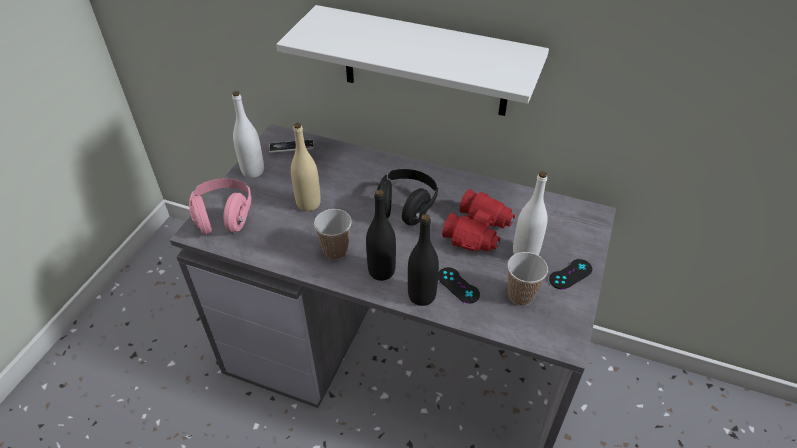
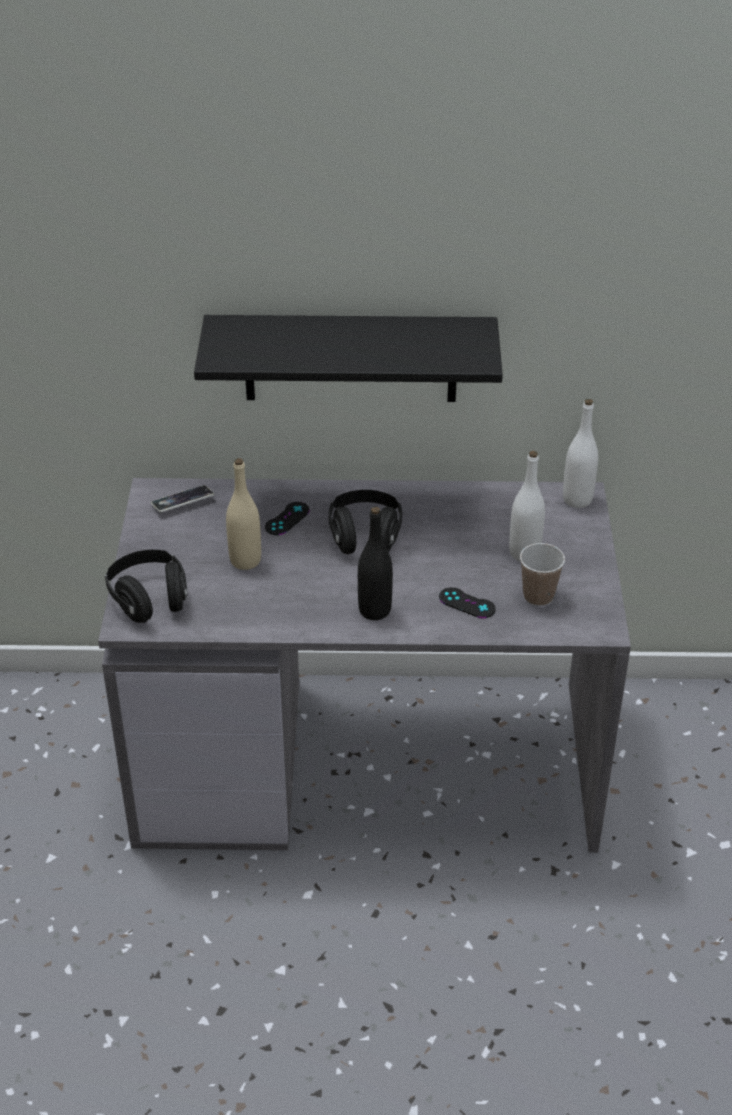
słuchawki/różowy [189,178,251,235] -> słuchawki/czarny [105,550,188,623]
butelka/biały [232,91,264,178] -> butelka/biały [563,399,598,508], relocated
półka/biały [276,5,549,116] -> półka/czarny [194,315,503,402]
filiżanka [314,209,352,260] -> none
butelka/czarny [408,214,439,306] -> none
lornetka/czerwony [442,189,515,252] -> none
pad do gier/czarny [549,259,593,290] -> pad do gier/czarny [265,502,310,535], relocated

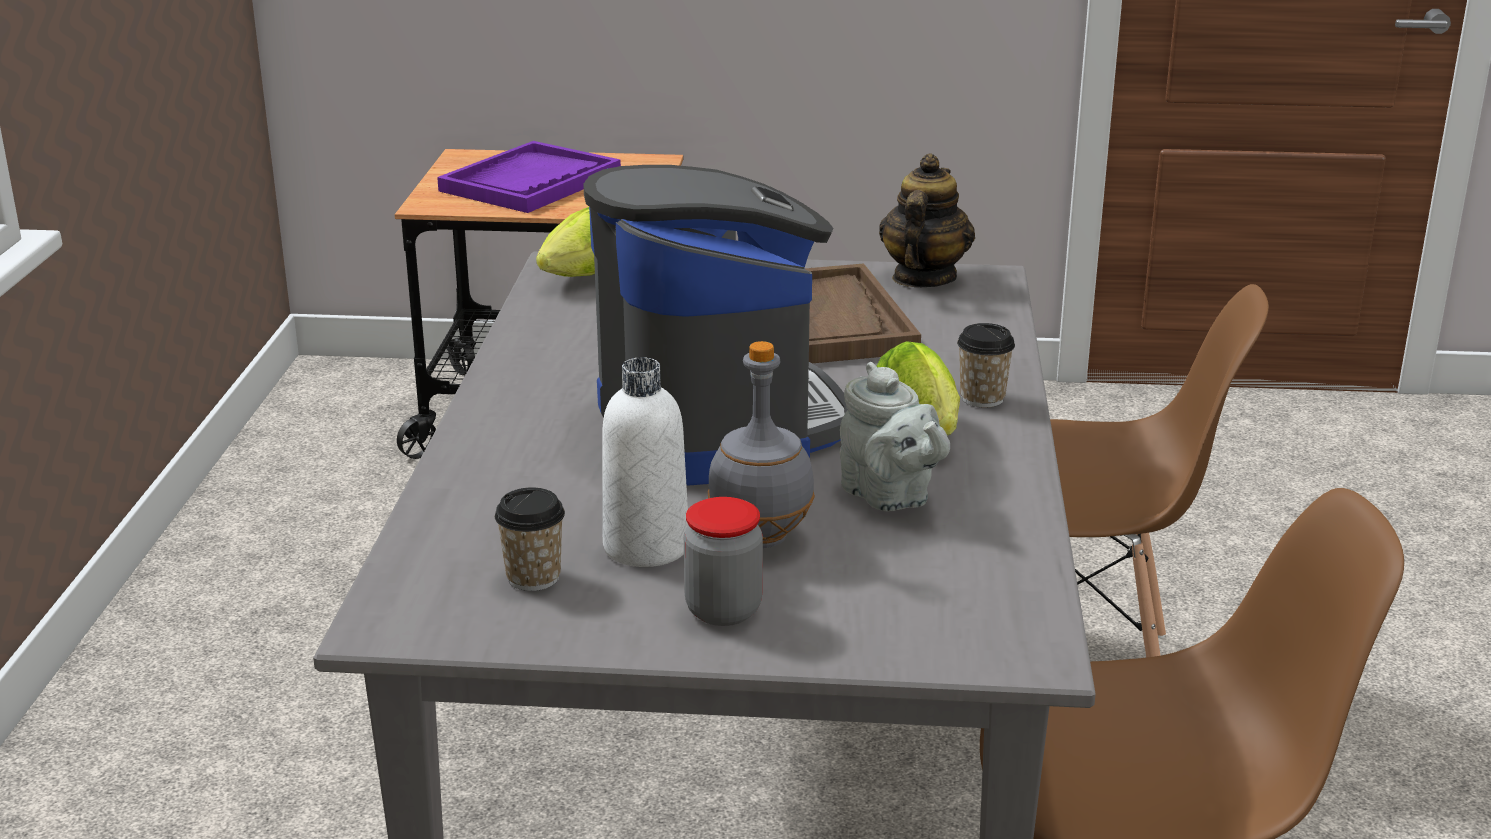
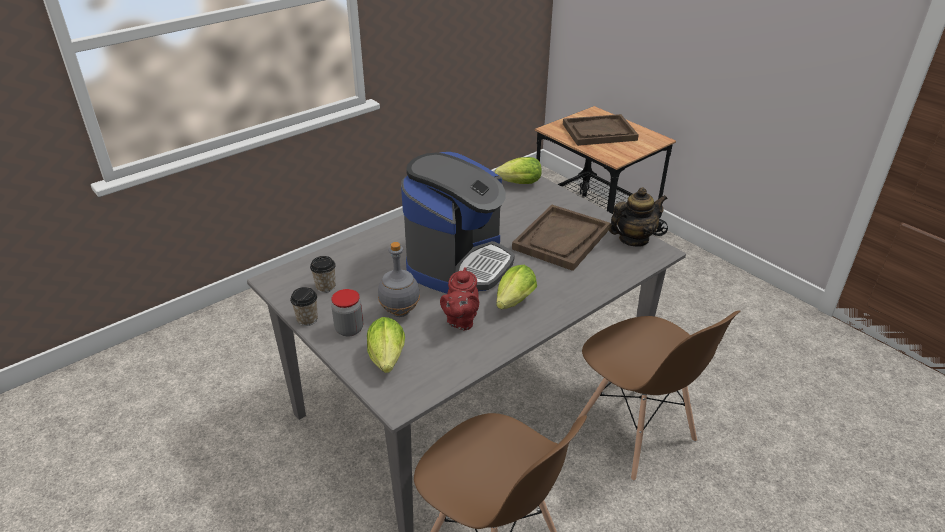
taca/fioletowy [437,141,621,213] -> taca/brązowy [563,114,639,146]
butelka/biały [602,357,688,567] -> none
imbryk/szary [840,362,950,511] -> imbryk/czerwony [440,267,479,330]
filiżanka [957,323,1015,408] -> filiżanka [290,287,318,326], relocated
none -> sałata [367,317,405,373]

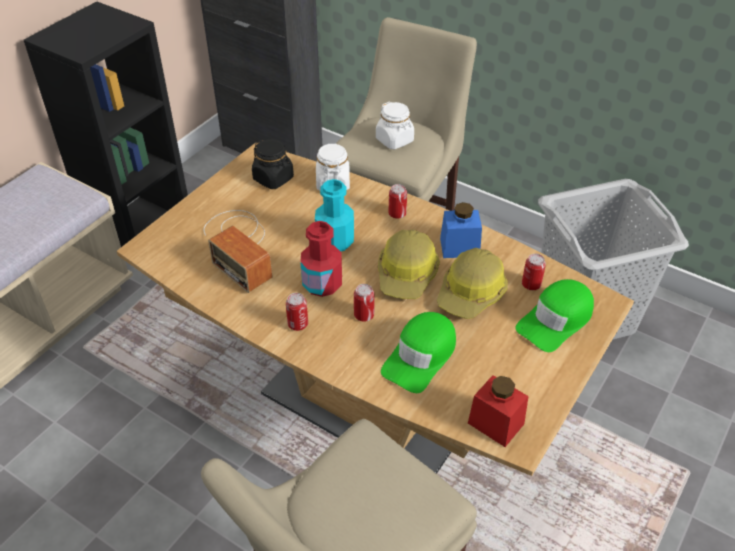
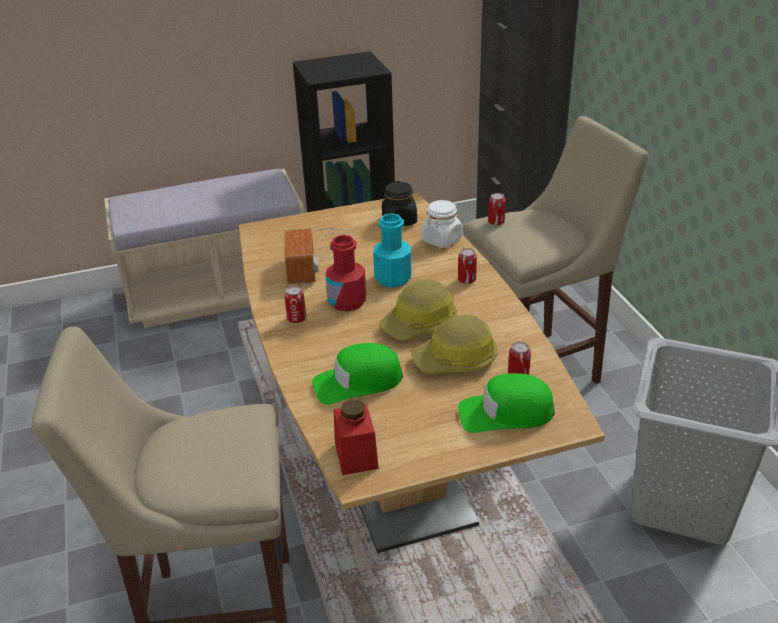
puszka [354,284,374,322] -> puszka [488,193,506,226], relocated
słoik/biały [376,102,414,149] -> none
słoik/niebieski [440,202,482,258] -> none

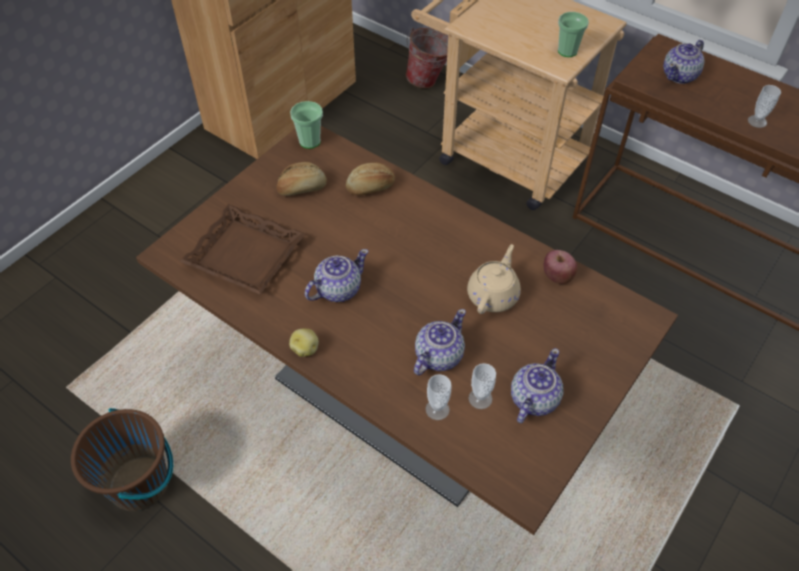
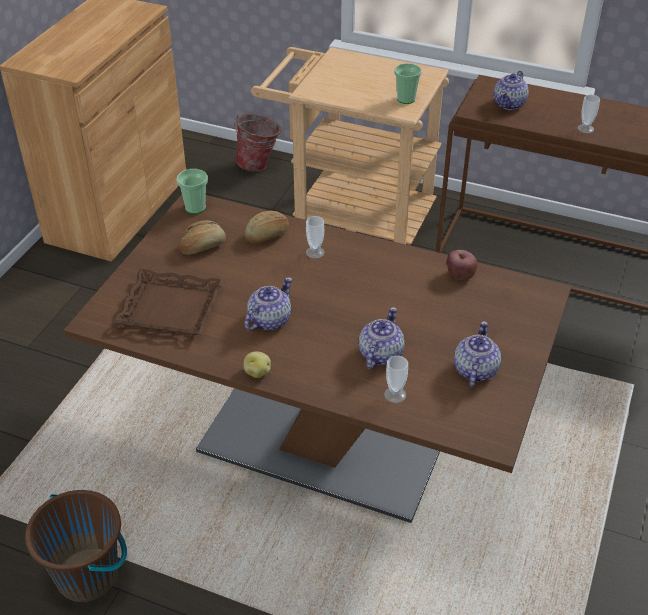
imbryk/beżowy [467,244,521,314] -> none
filiżanka [469,363,496,409] -> filiżanka [306,216,325,259], relocated

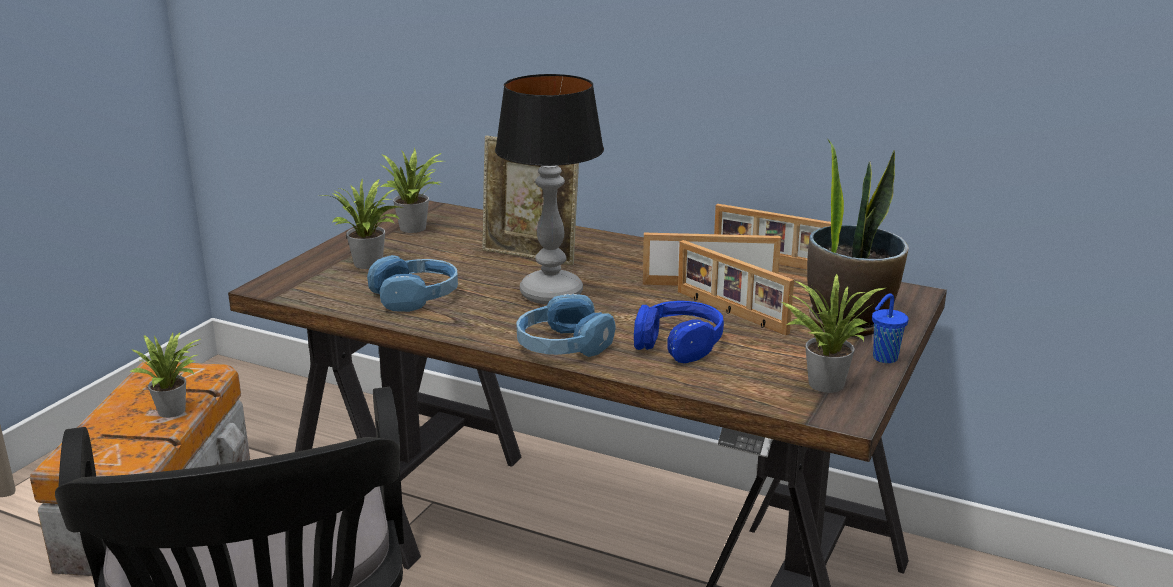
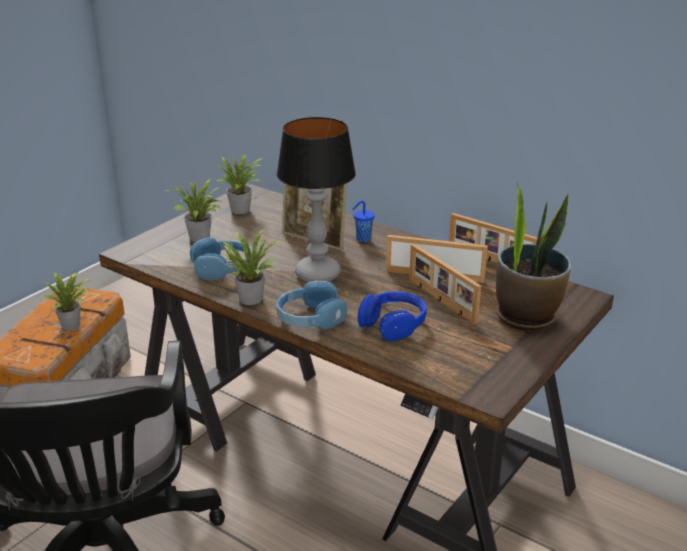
roślina doniczkowa [782,274,885,393] -> roślina doniczkowa [221,229,283,305], relocated
filiżanka/niebieski [872,293,908,363] -> filiżanka/niebieski [352,201,375,242], relocated

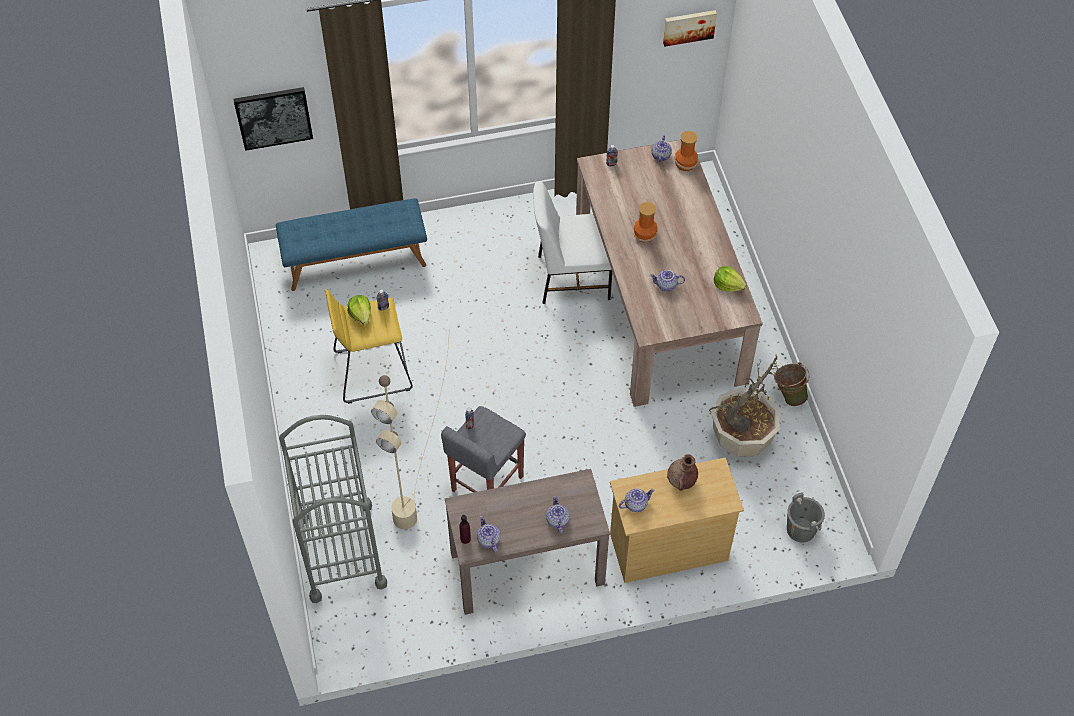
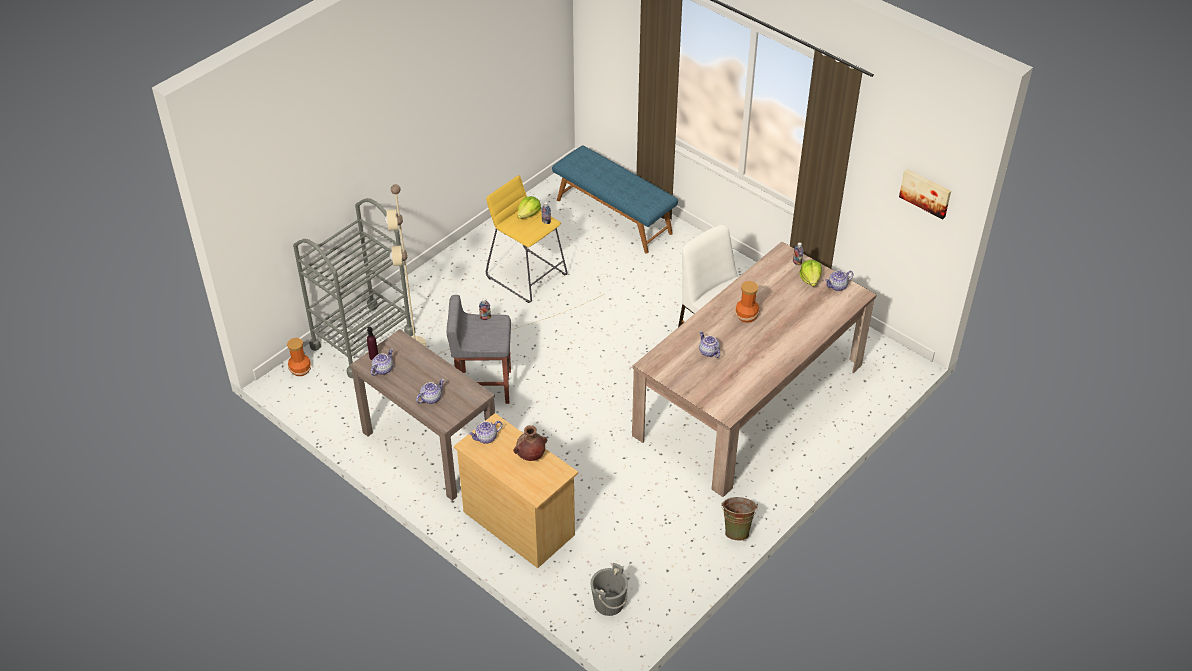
obraz [233,87,313,151] -> none
imbryk [619,488,655,512] -> imbryk [469,421,503,444], 120 degrees clockwise
wazon [674,131,698,171] -> wazon [287,338,311,376], relocated
roślina doniczkowa [709,355,787,457] -> none
sałata [714,266,747,292] -> sałata [799,260,822,286], relocated

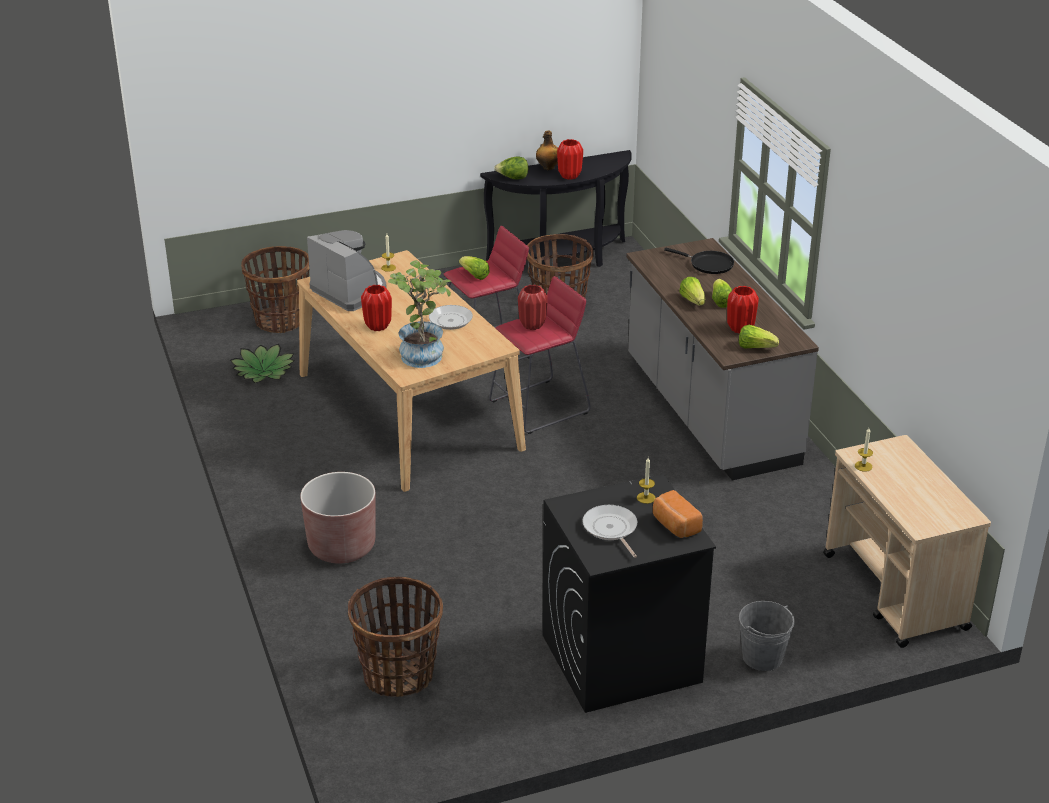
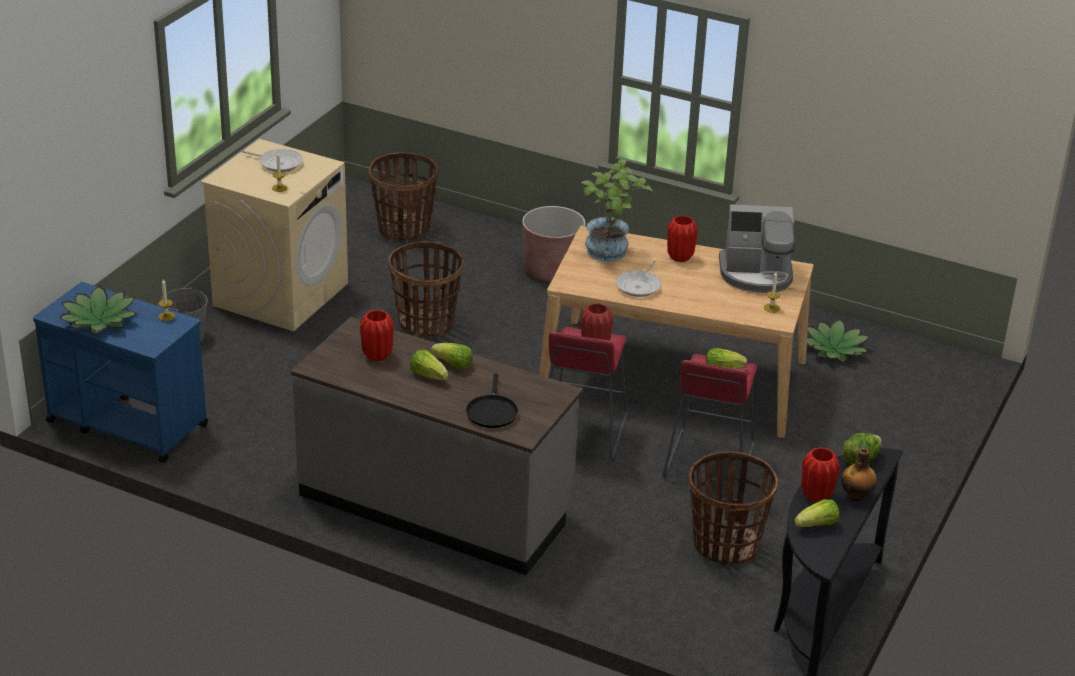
koszyk [241,246,309,333] -> koszyk [389,241,464,338], relocated
pralka/czarny [542,474,716,713] -> pralka/beżowy [201,139,348,331]
chleb [653,490,703,538] -> none
patelnia/czarny [664,248,734,274] -> patelnia/czarny [466,373,518,428], 75 degrees counterclockwise
sałata [739,325,779,348] -> sałata [794,499,839,527], relocated
wózek/beżowy [823,435,991,648] -> wózek/niebieski [33,282,208,463]
none -> roślina doniczkowa [59,286,136,335]

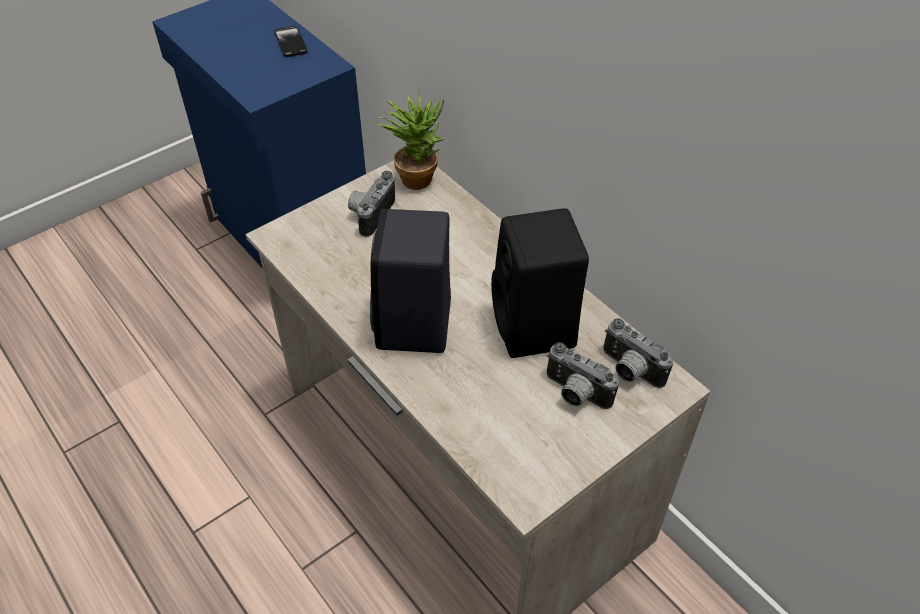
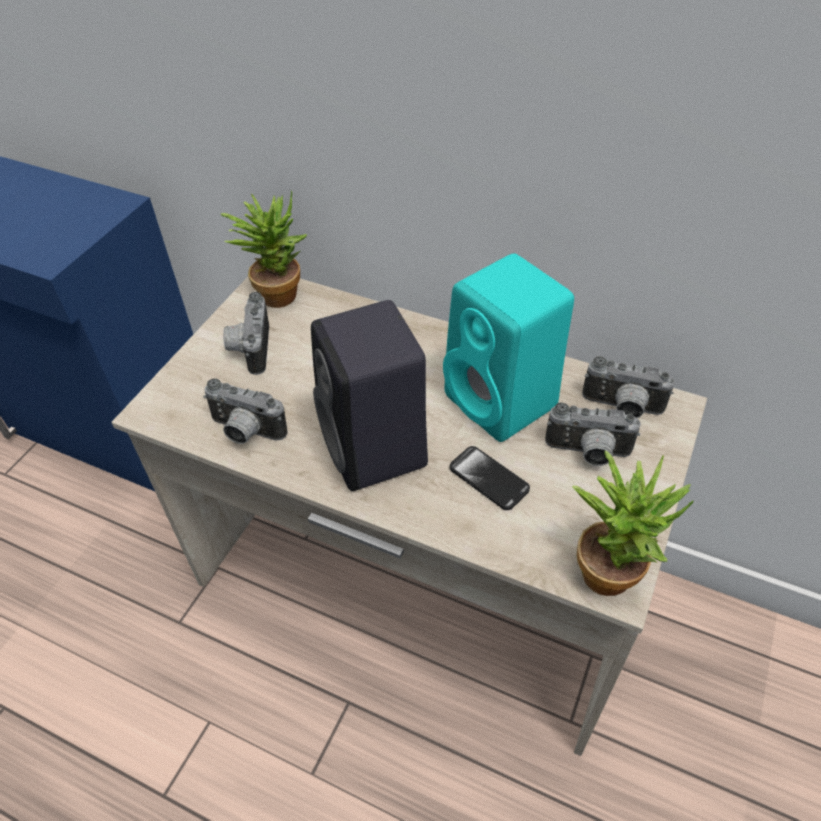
telefon [274,26,308,57] -> telefon [450,446,530,510], relocated
głośnik/czarny [491,208,589,358] -> głośnik/turkusowy [443,253,574,442]
none -> aparat fotograficzny [203,378,288,444]
none -> roślina doniczkowa [572,451,694,596]

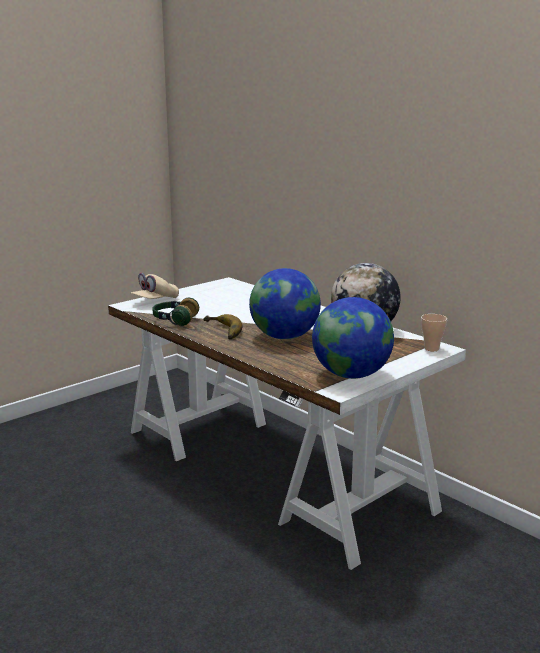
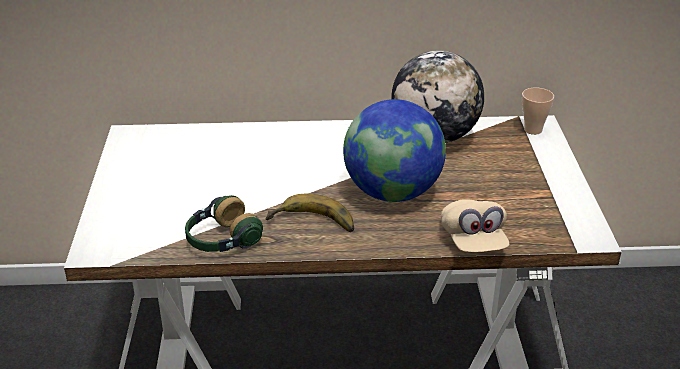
czapka z daszkiem/beżowy [131,273,179,299] -> czapka z daszkiem/beżowy [441,199,509,252], relocated
globus [312,297,394,379] -> none

